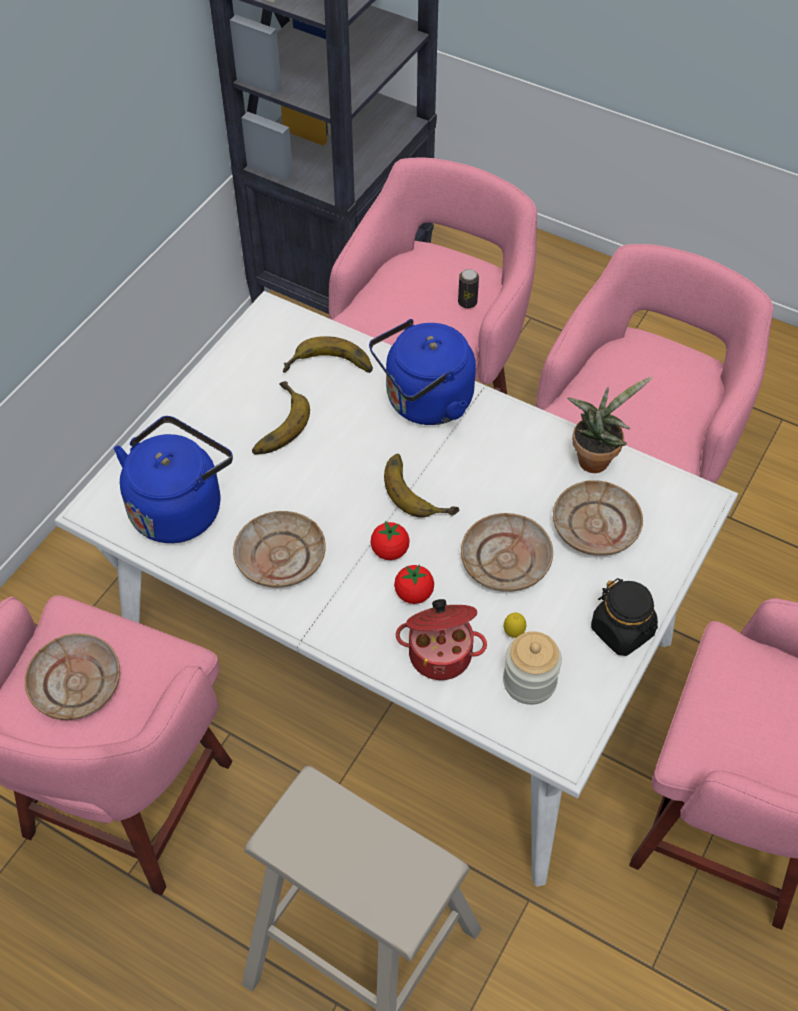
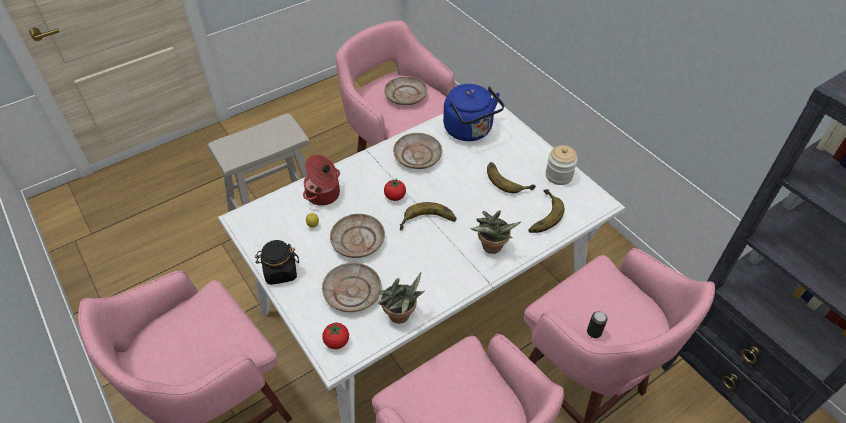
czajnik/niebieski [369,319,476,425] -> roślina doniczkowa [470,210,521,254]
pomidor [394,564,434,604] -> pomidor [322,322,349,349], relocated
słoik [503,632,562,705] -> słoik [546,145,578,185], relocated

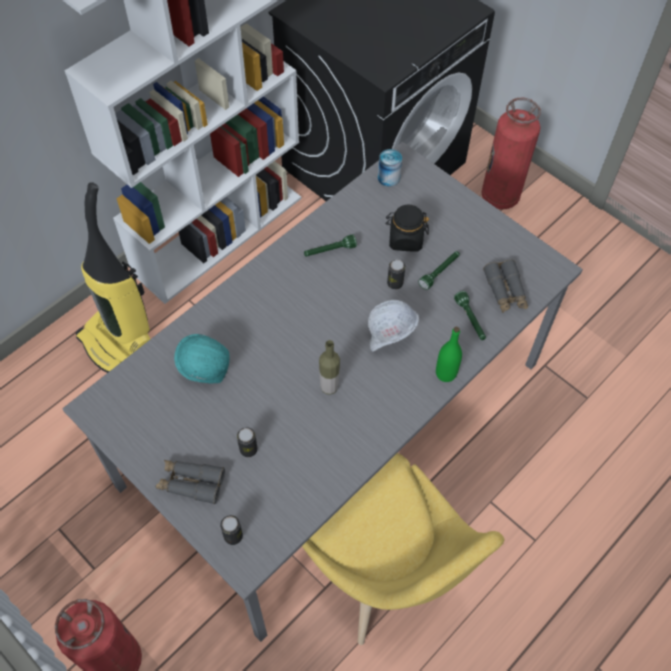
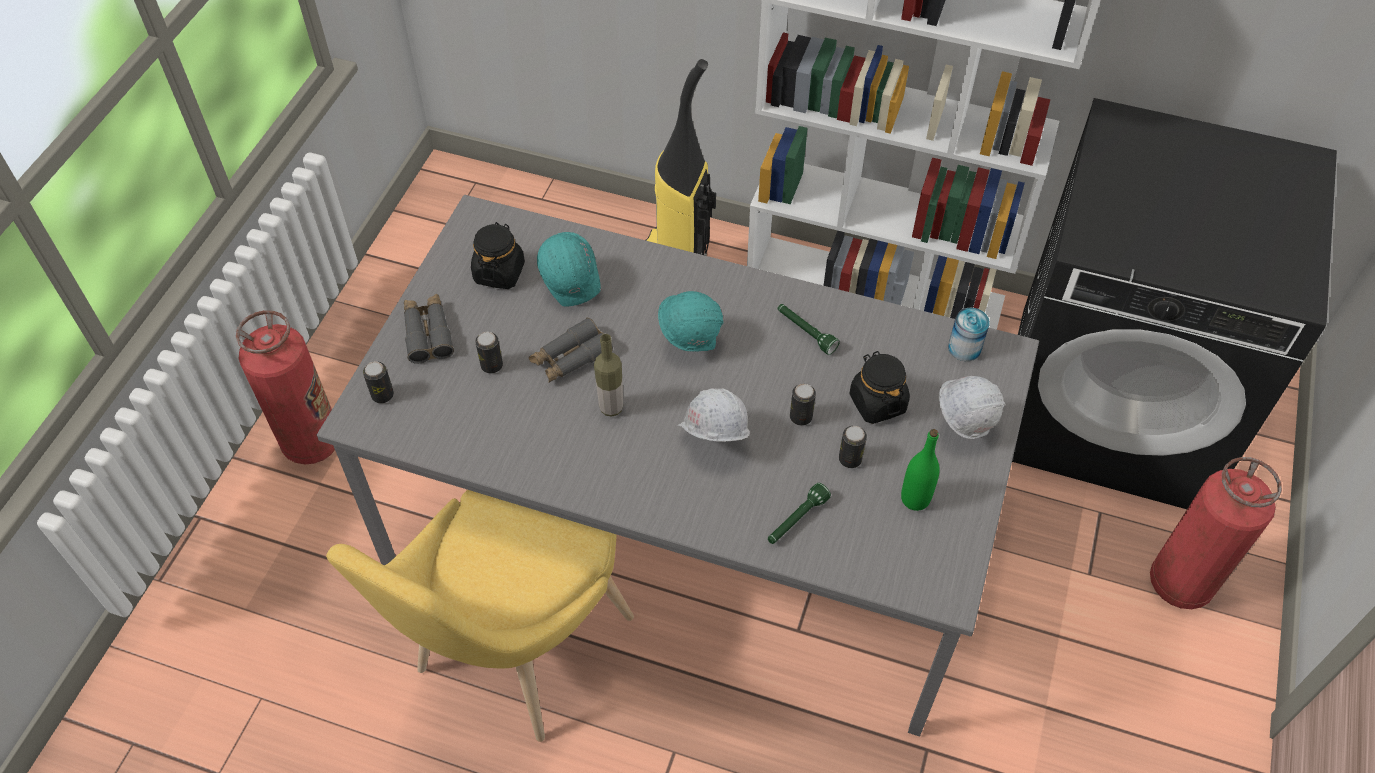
latarka/zielony [418,251,460,290] -> puszka [839,426,867,468]
butelka/zielony [436,327,462,382] -> butelka/zielony [901,429,940,511], relocated
lornetka/szary [483,259,528,313] -> lornetka/szary [529,318,613,383], relocated
none -> słoik/czarny [471,222,525,289]
none -> kask/turkusowy [658,291,724,352]
none -> kask/biały [939,376,1005,439]

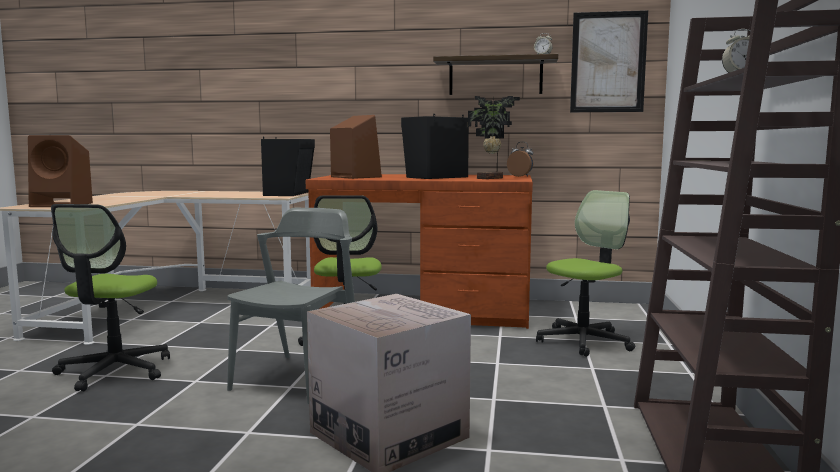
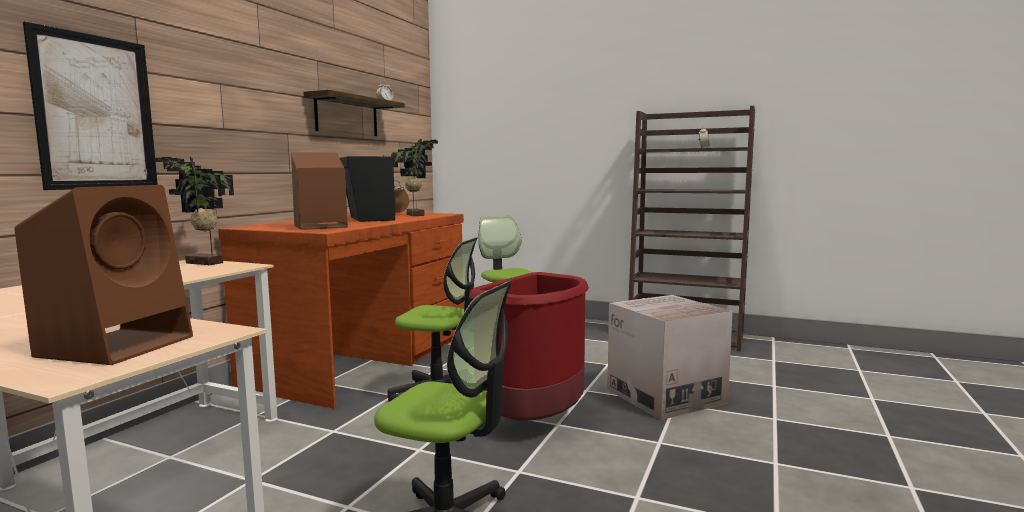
krzesło/szary [227,208,355,404] -> kosz na śmieci/czerwony [469,272,589,421]
głośnik/czarny [261,137,315,196] -> roślina doniczkowa [154,157,234,265]
obraz [570,10,648,112] -> obraz [23,21,158,190], relocated

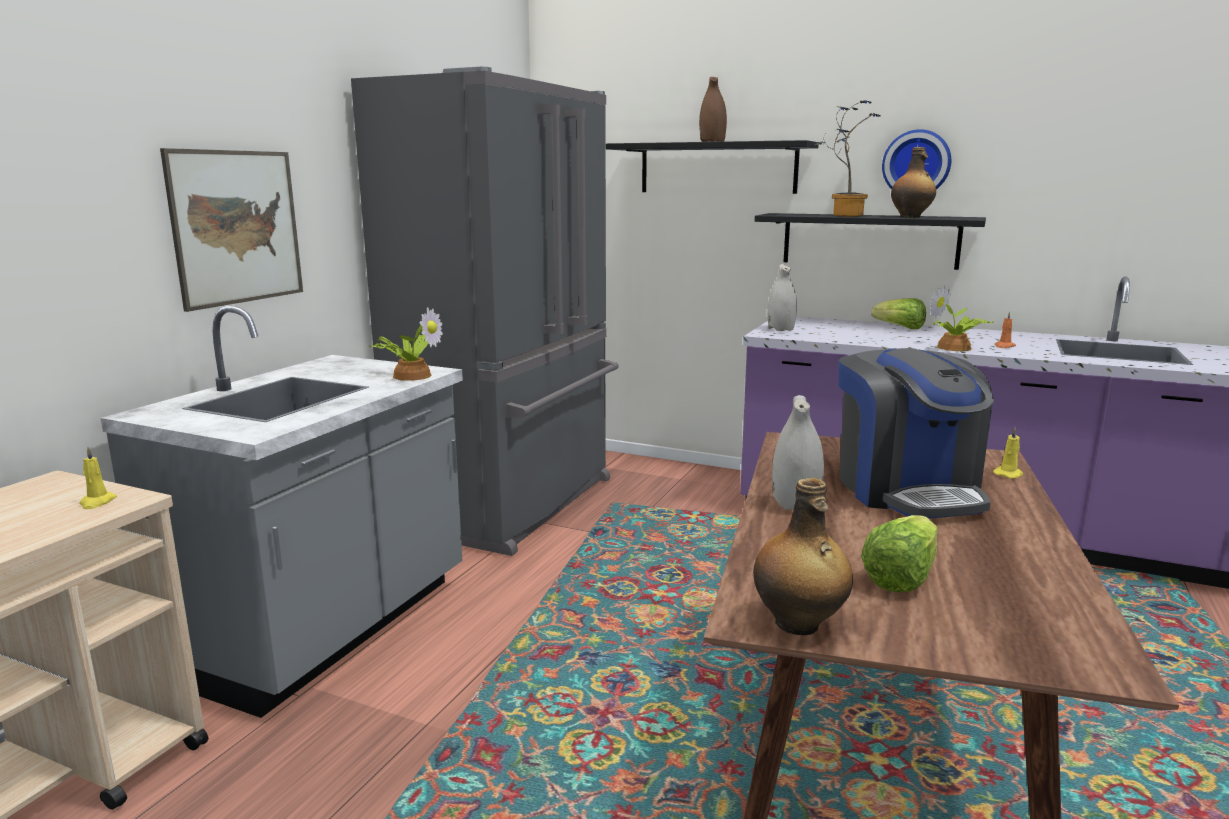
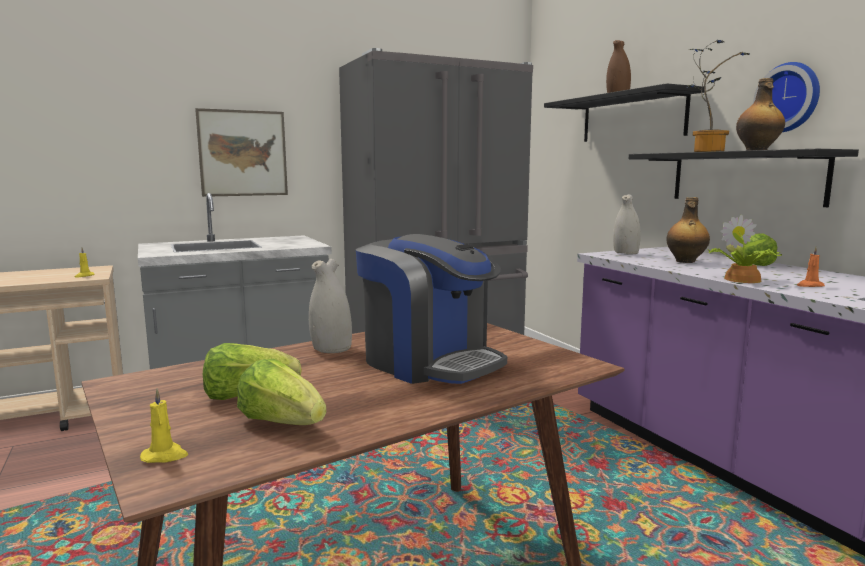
roślina doniczkowa [369,307,443,381] -> none
butelka [753,478,853,635] -> butelka [666,197,710,263], relocated
ekspres do kawy [838,348,994,519] -> ekspres do kawy [356,234,507,384], 75 degrees counterclockwise
świeca/żółty [993,427,1023,479] -> świeca/żółty [140,389,188,463], relocated
none -> sałata [237,359,326,425]

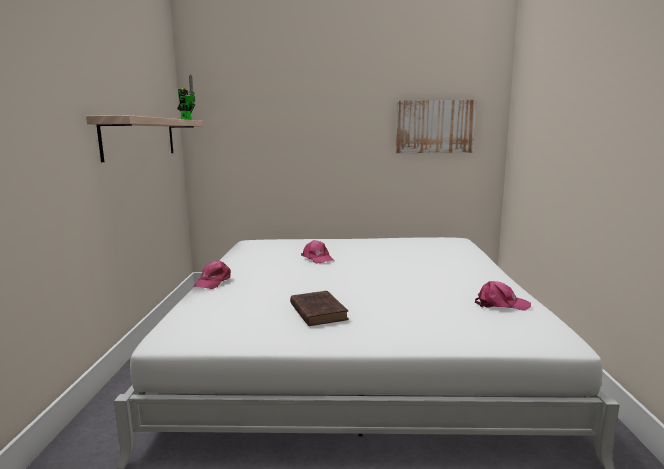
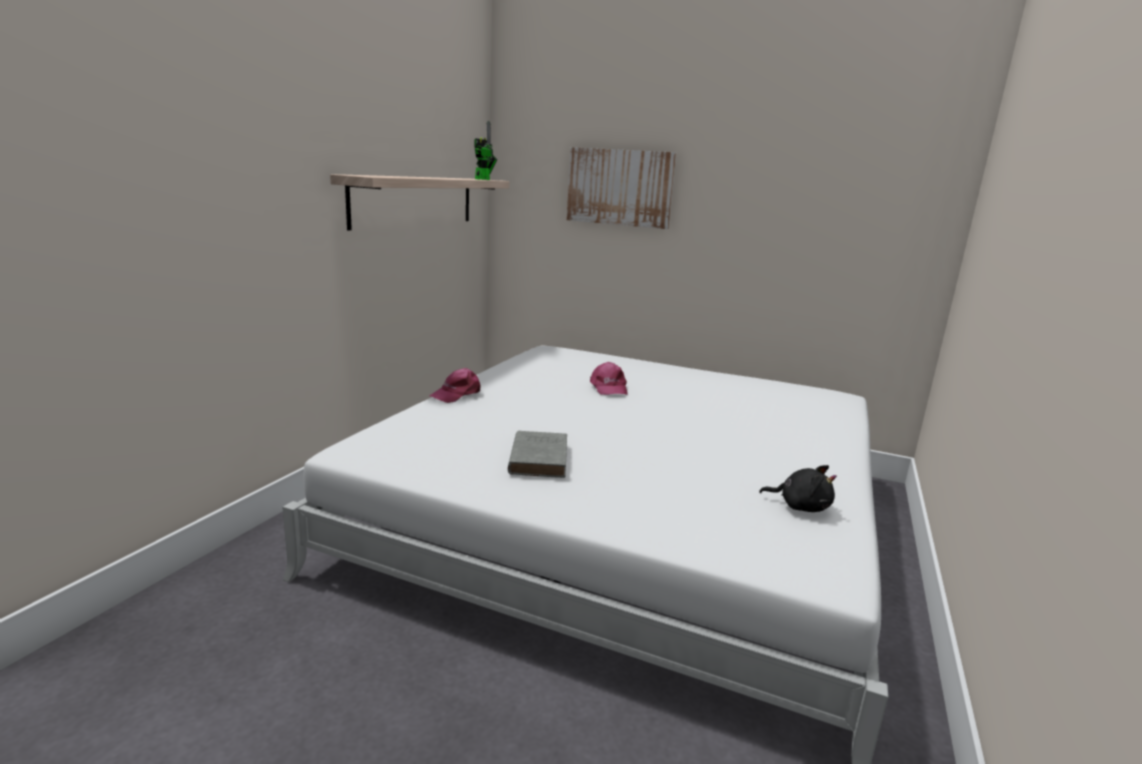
książka/brązowy [290,291,349,326] -> książka/szary [508,431,567,478]
obraz [396,100,476,153] -> obraz [567,147,676,229], relocated
czapka z daszkiem/różowy [475,281,531,311] -> pluszak/czarny [759,465,837,512]

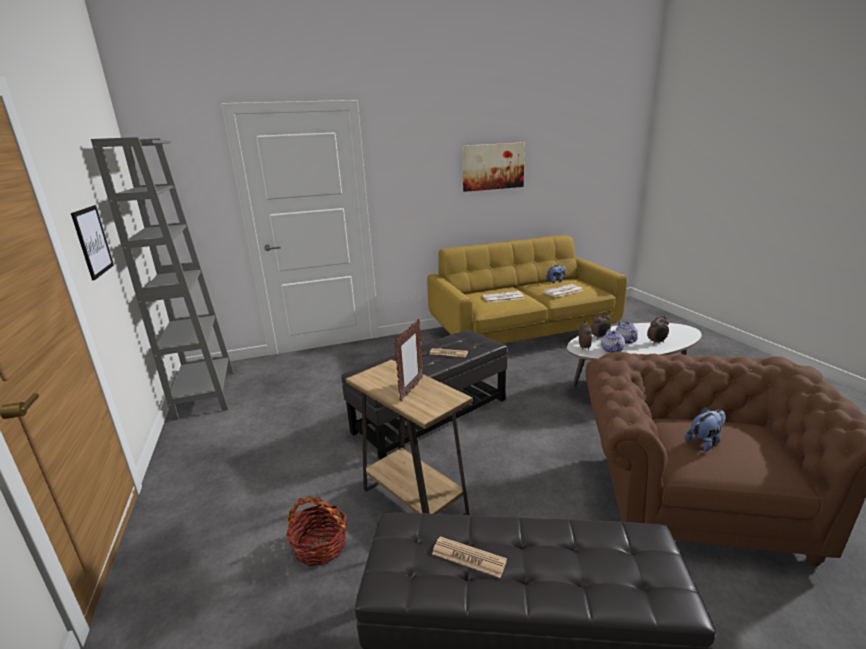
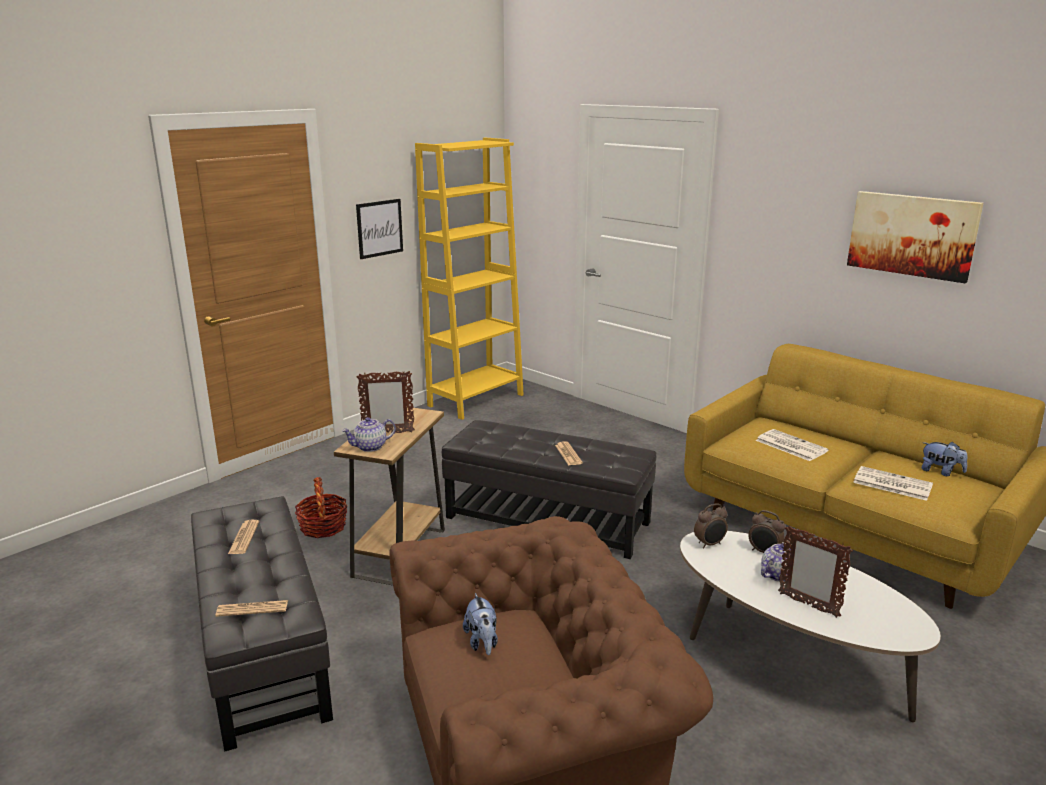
regał/szary [91,137,234,421] -> regał/żółty [415,138,524,420]
imbryk [601,329,625,353] -> imbryk [342,417,396,452], relocated
budzik [647,316,669,345] -> ramka na zdjęcie [778,525,853,618]
pluszak [685,407,726,452] -> pluszak [463,593,498,655], 45 degrees clockwise
none -> gazeta [216,600,288,617]

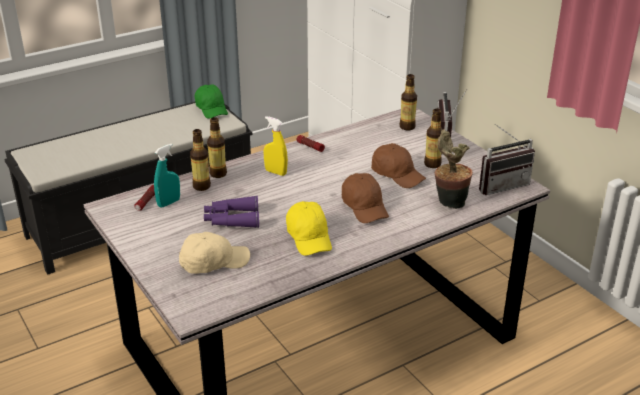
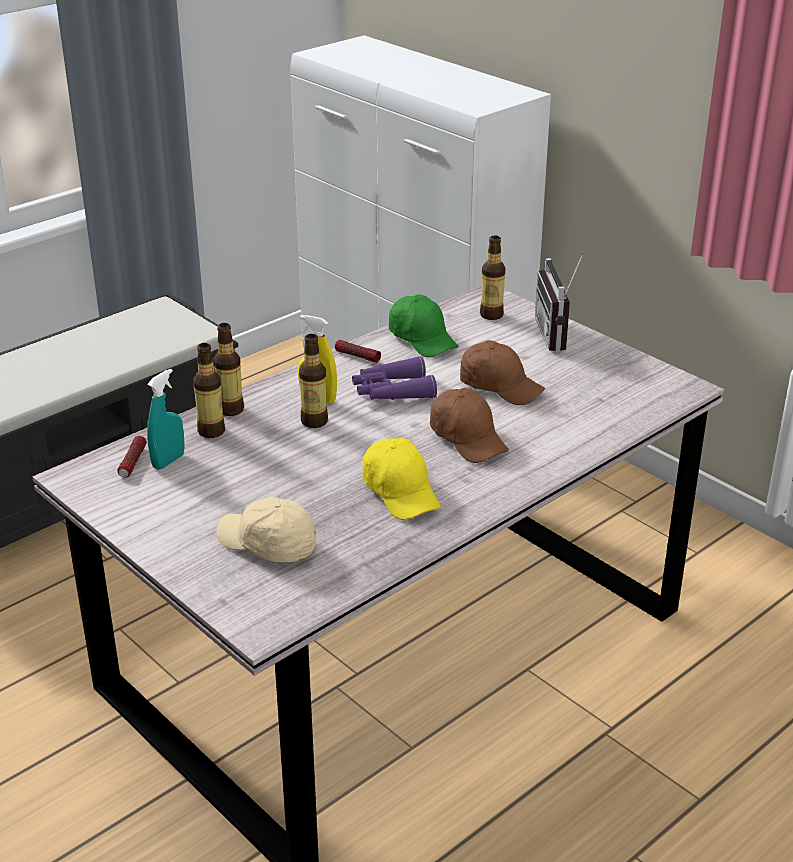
czapka z daszkiem/beżowy [179,232,250,274] -> czapka z daszkiem/beżowy [217,497,316,562], 120 degrees counterclockwise
czapka z daszkiem/zielony [195,84,228,119] -> czapka z daszkiem/zielony [388,294,459,357], relocated
lornetka/fioletowy [204,195,259,228] -> lornetka/fioletowy [352,356,437,400], relocated
butelka [424,108,443,168] -> butelka [299,334,328,428], relocated
roślina doniczkowa [435,129,473,209] -> none
radio [479,124,535,195] -> none

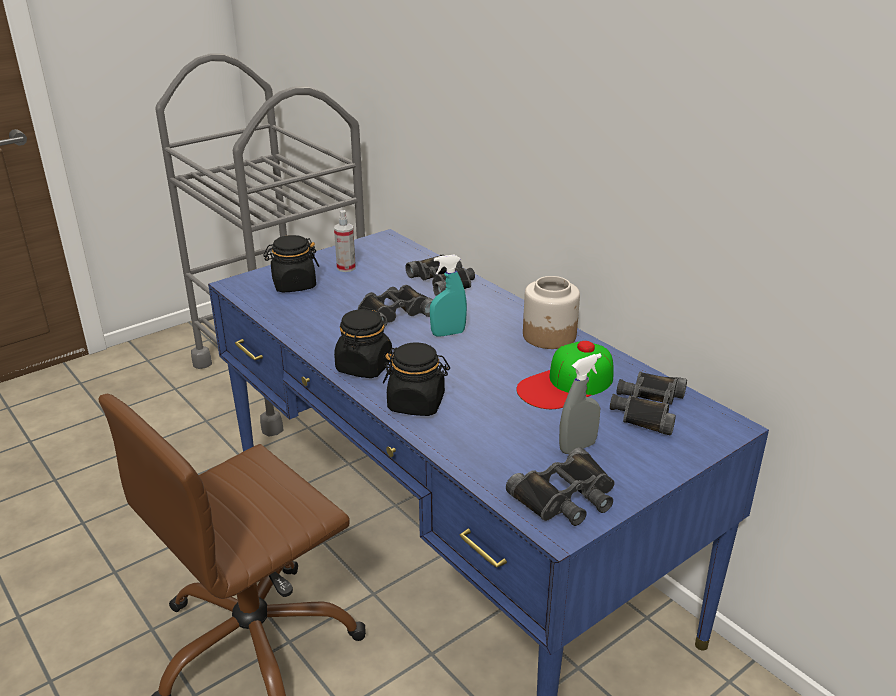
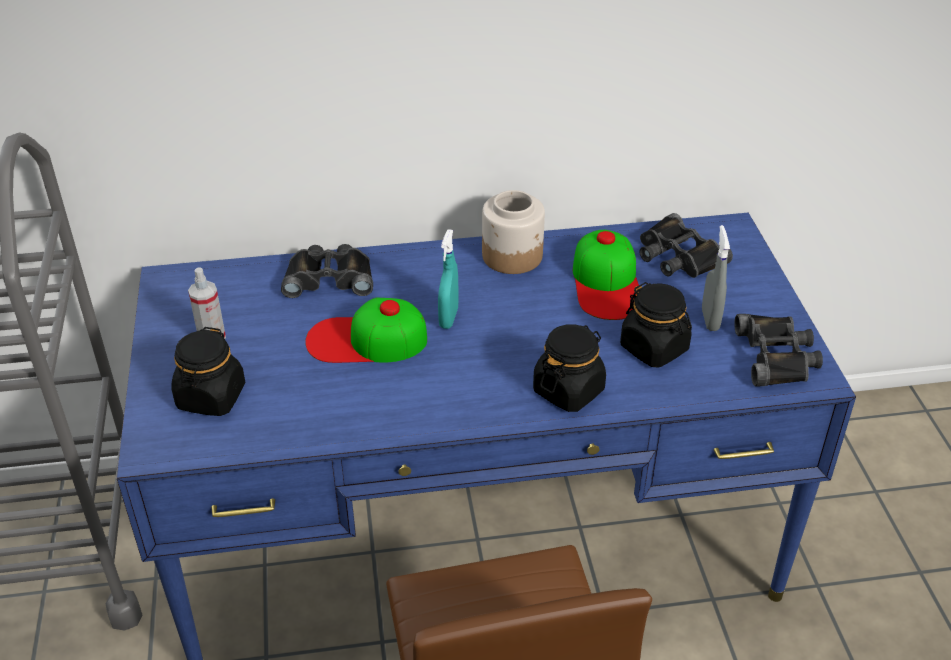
słoik/czarny [334,308,392,378] -> słoik/czarny [620,282,692,367], relocated
lornetka/czarny [358,285,433,328] -> czapka z daszkiem [305,298,427,363]

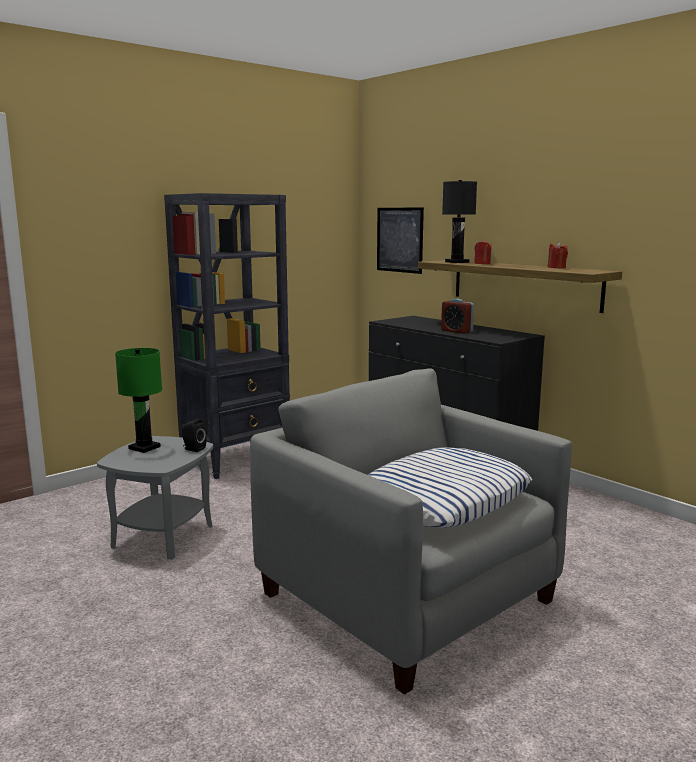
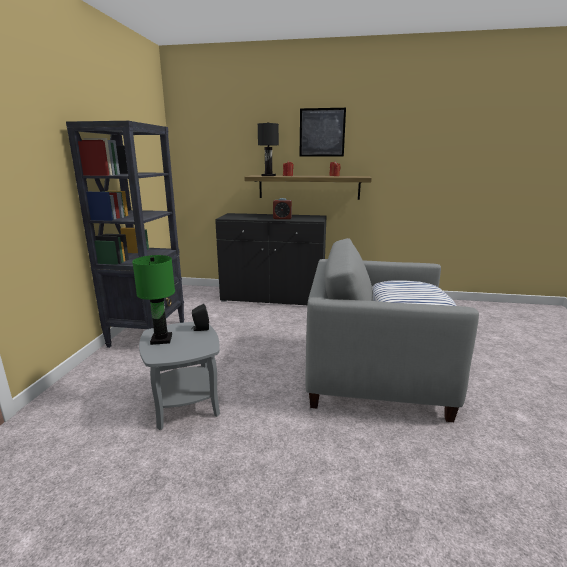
obraz [377,207,424,274] -> obraz [299,108,346,157], relocated

